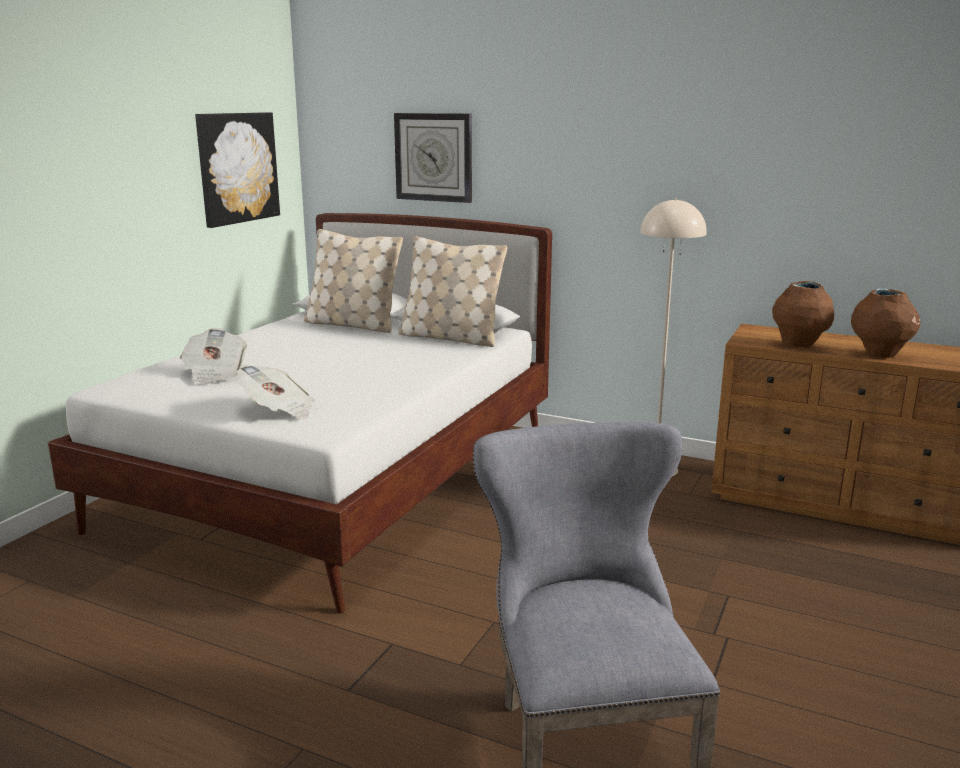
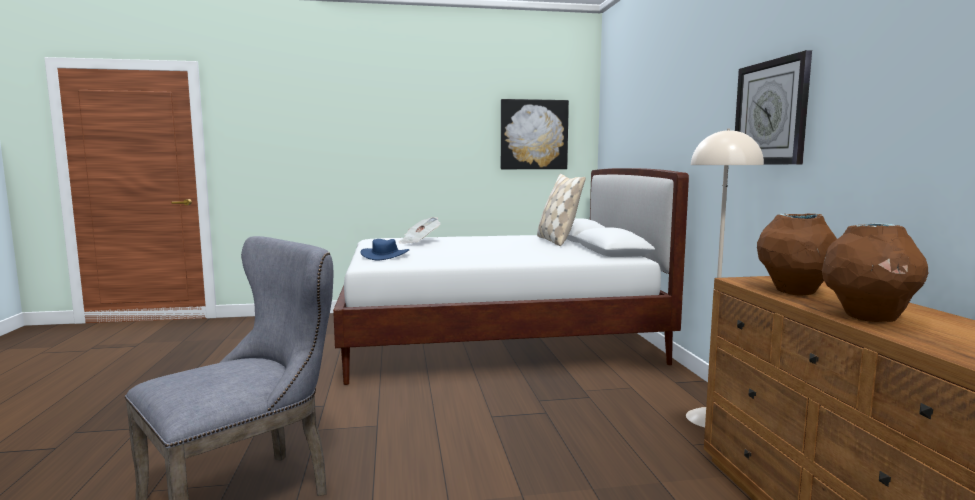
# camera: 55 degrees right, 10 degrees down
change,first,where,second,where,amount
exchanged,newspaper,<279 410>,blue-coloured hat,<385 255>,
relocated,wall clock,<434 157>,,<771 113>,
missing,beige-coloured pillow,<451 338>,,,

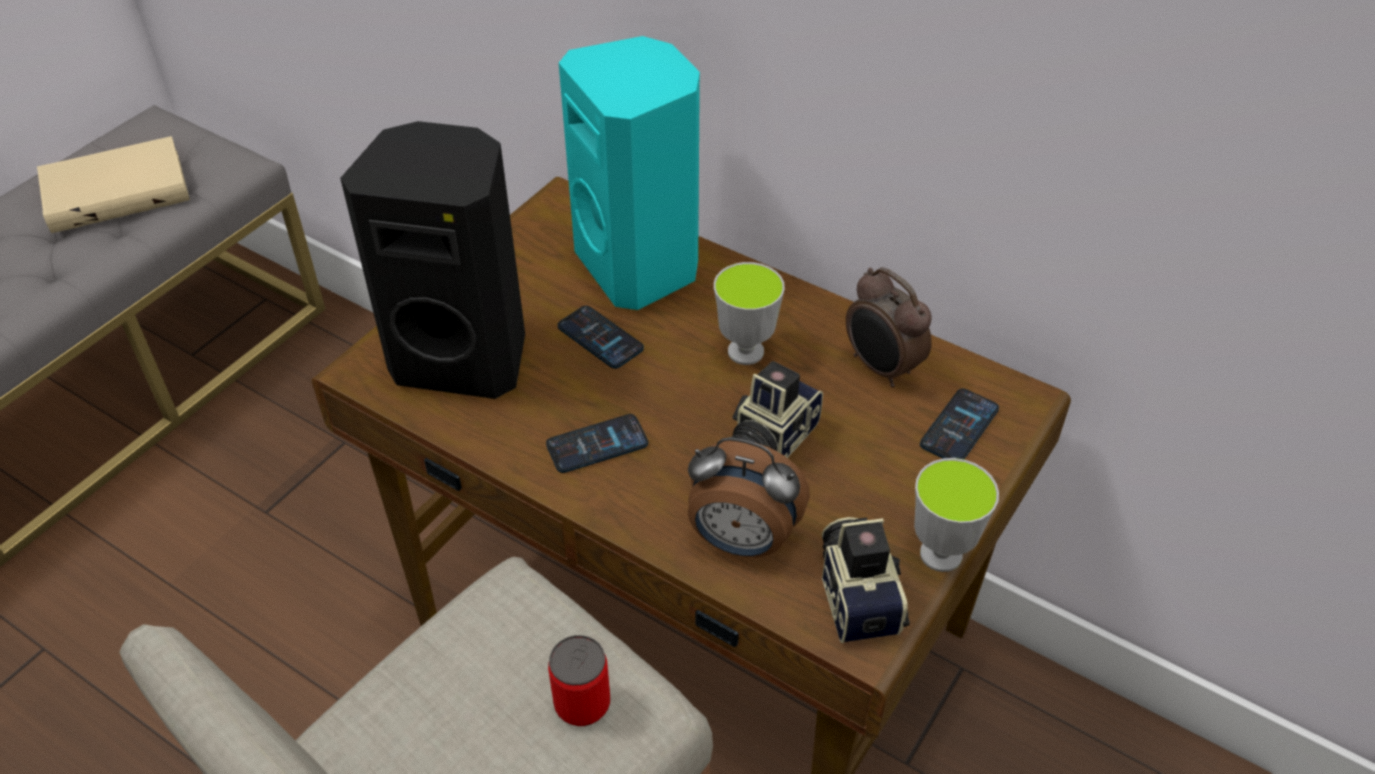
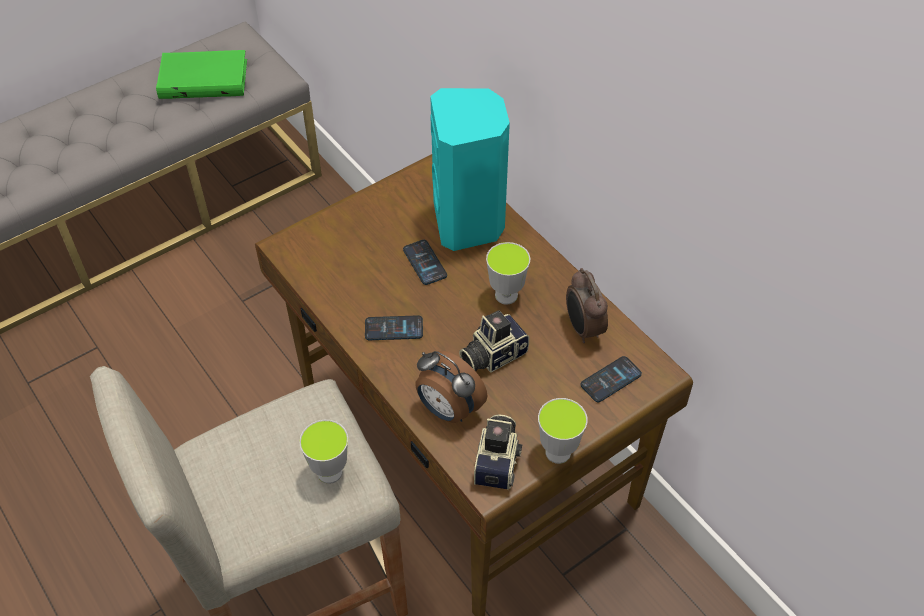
# camera: 20 degrees right, 5 degrees up
change,first,where,second,where,amount
colour,beige-coloured volume,<117 190>,green-coloured volume,<204 78>,
missing,black-coloured audio speaker,<464 357>,,,
exchanged,can,<582 703>,cup,<330 472>,

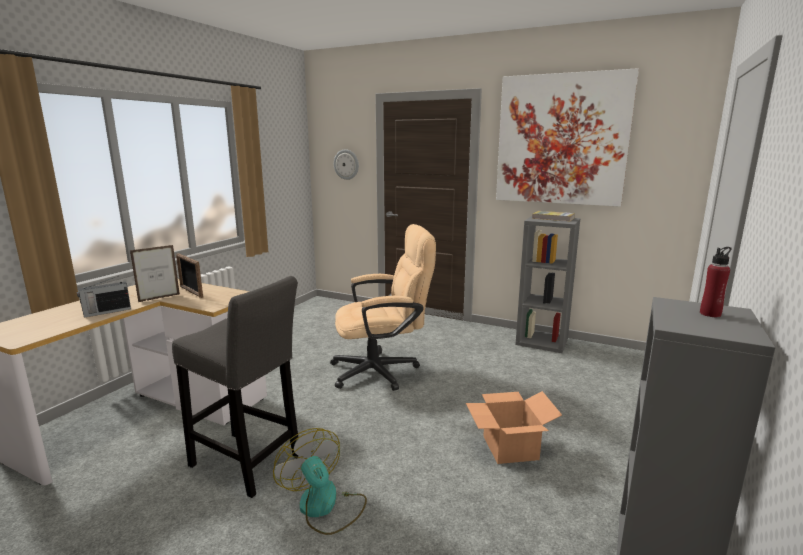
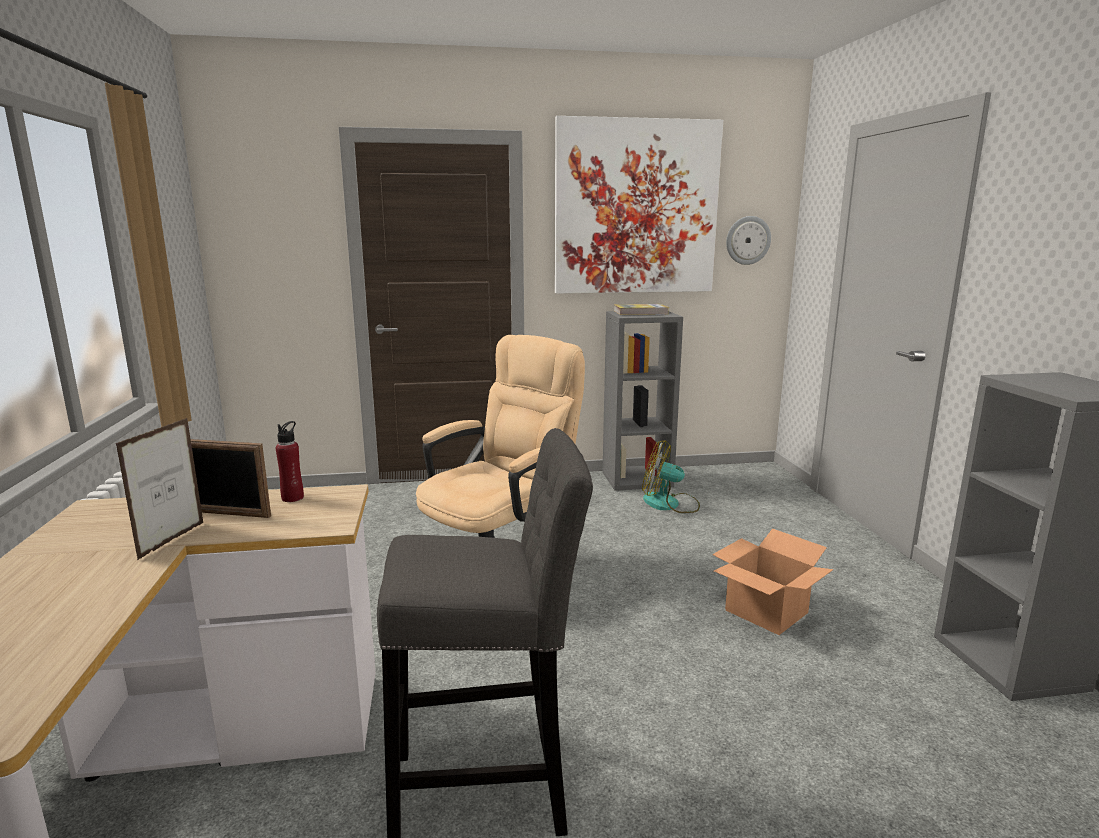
# camera: 35 degrees left, 0 degrees up
change,first,where,second,where,amount
missing,radio receiver,<106 312>,,,
relocated,fan,<324 507>,,<669 504>,
relocated,wall clock,<346 164>,,<747 240>,
relocated,red-coloured bottle,<710 314>,,<293 498>,

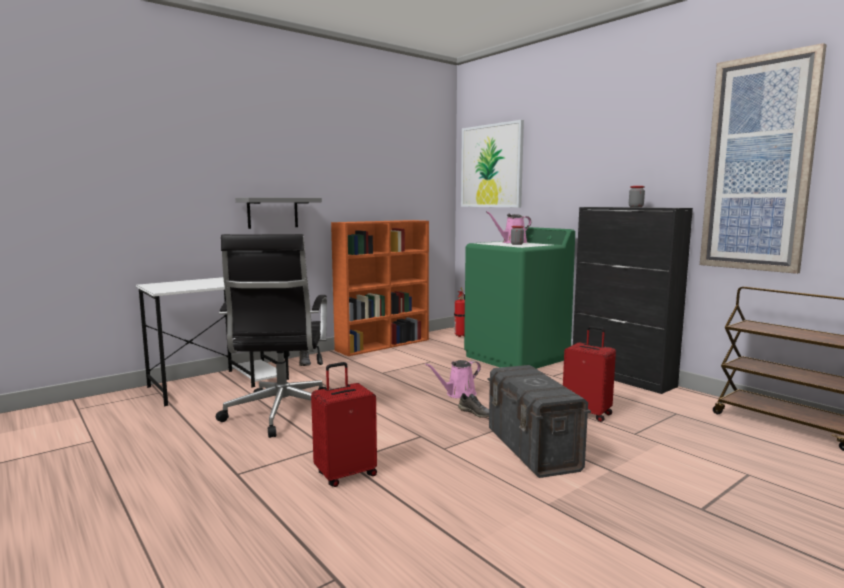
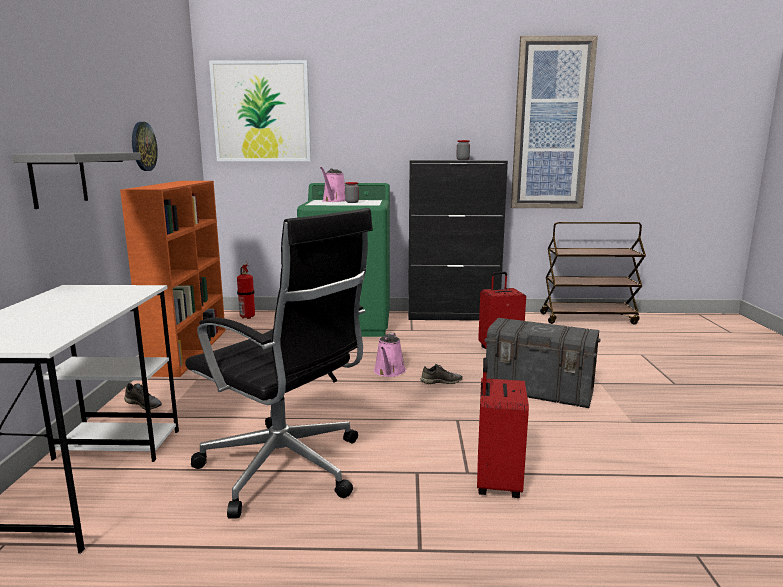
# camera: 50 degrees left, 5 degrees up
change,first,where,second,where,amount
appeared,,,wall clock,<143 146>,

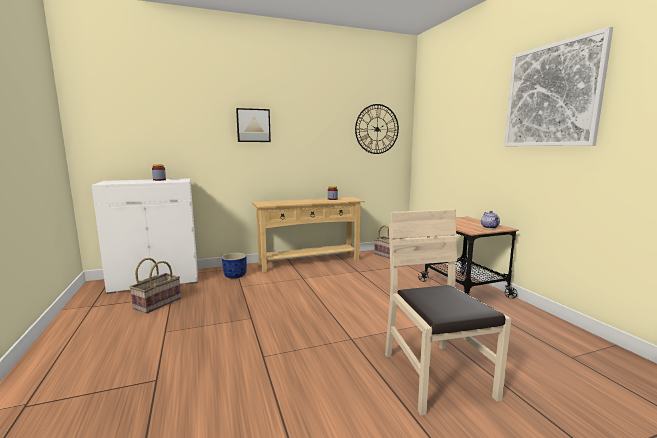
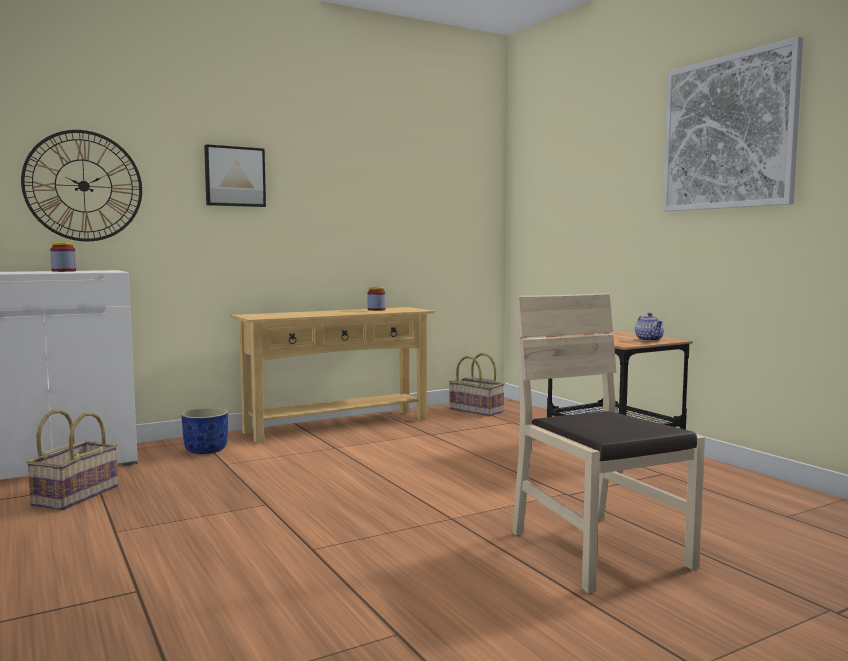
# camera: 10 degrees left, 5 degrees down
change,first,where,second,where,amount
relocated,wall clock,<377 129>,,<83 186>,

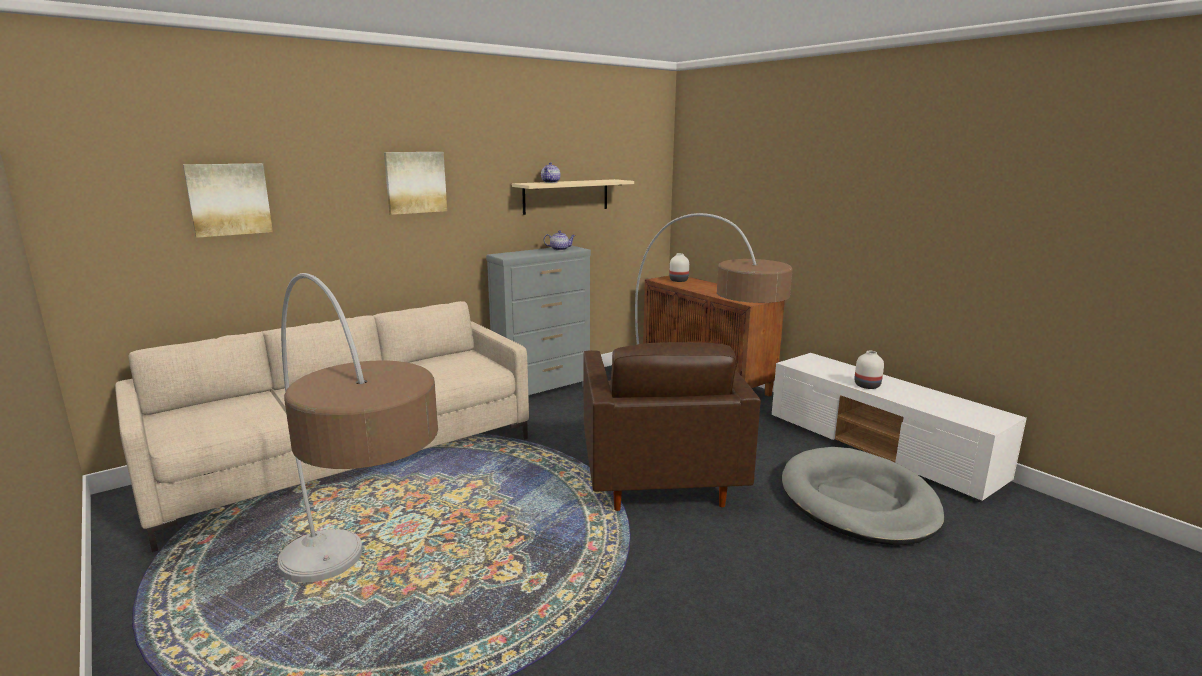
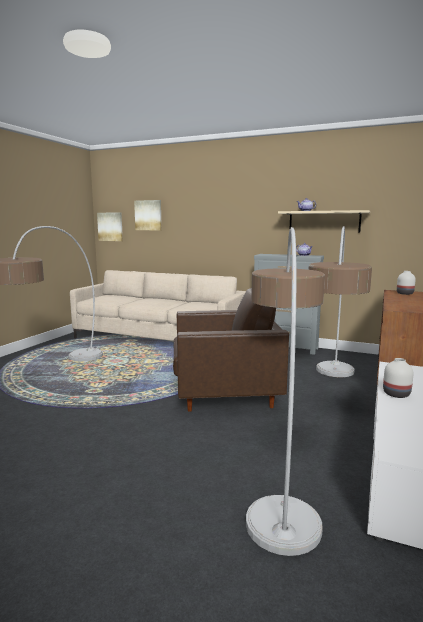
# camera: 60 degrees right, 5 degrees down
change,first,where,second,where,amount
relocated,picture,<415 182>,,<110 226>,
spun,brown-coloured lounge chair,<658 476>,,<225 394>,150 degrees counterclockwise
exchanged,gray pet bed,<858 501>,standing lamp,<281 466>,

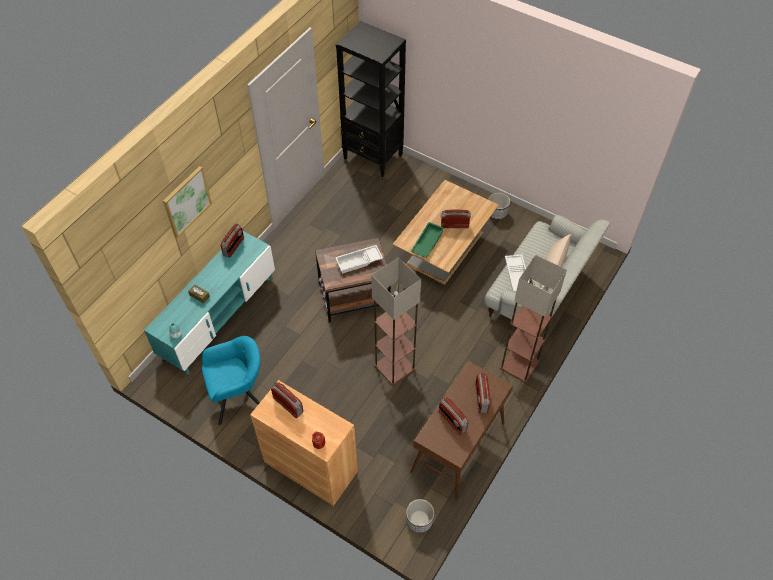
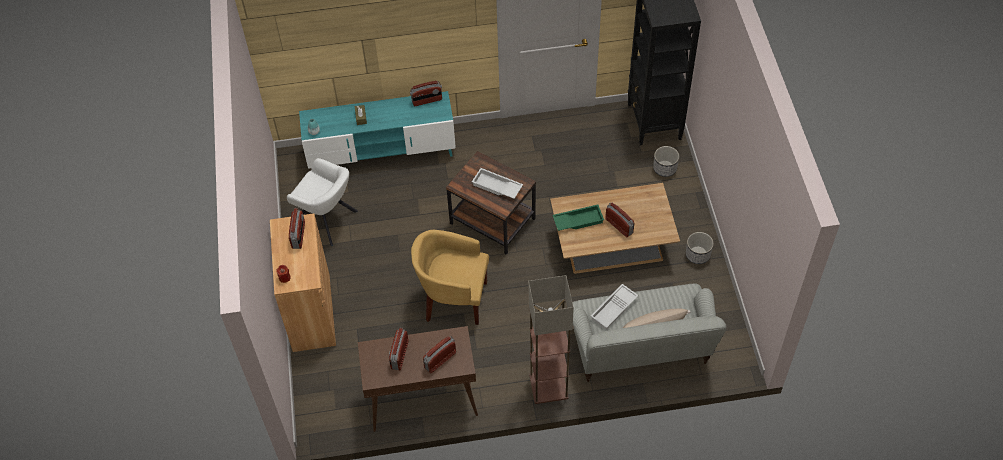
# camera: 50 degrees right, 0 degrees up
change,first,where,second,where,amount
missing,picture,<186 201>,,,
colour,turquoise lounge chair,<239 396>,white lounge chair,<327 220>,
exchanged,standing lamp,<394 367>,yellow lounge chair,<453 299>,
relocated,plant pot,<419 520>,,<665 168>,

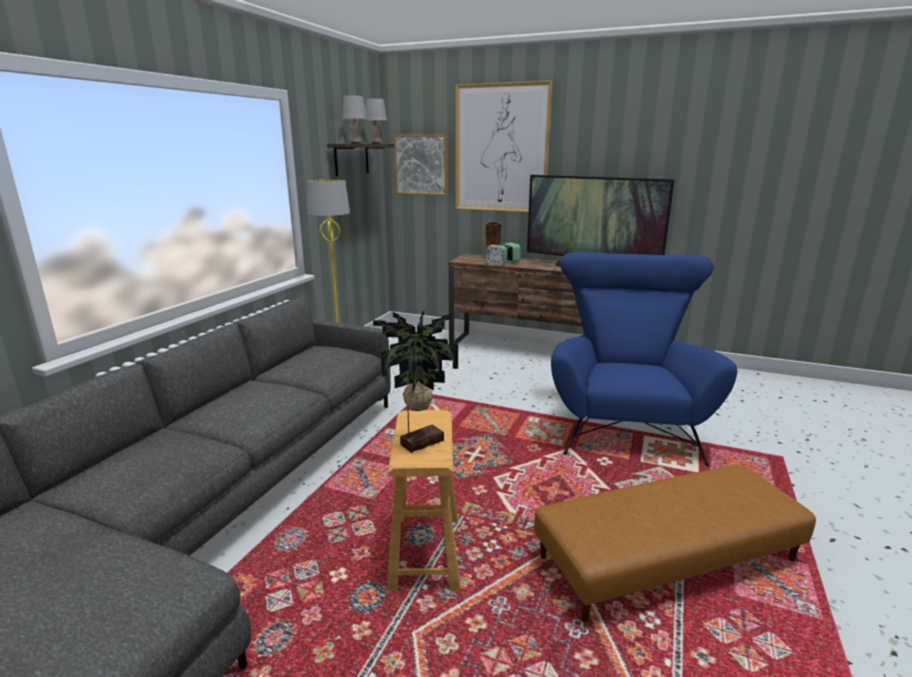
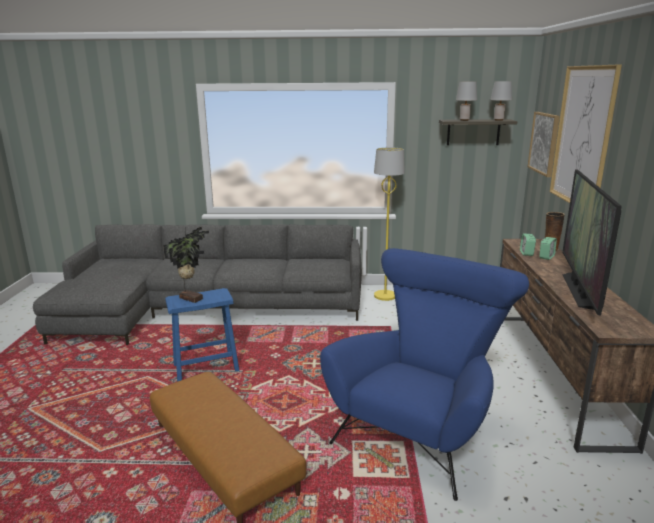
# camera: 70 degrees right, 0 degrees up
change,first,where,second,where,amount
colour,brown-coloured sitting stool,<424 552>,blue-coloured sitting stool,<206 367>,
spun,blue-coloured lounge chair,<623 424>,,<419 428>,45 degrees counterclockwise

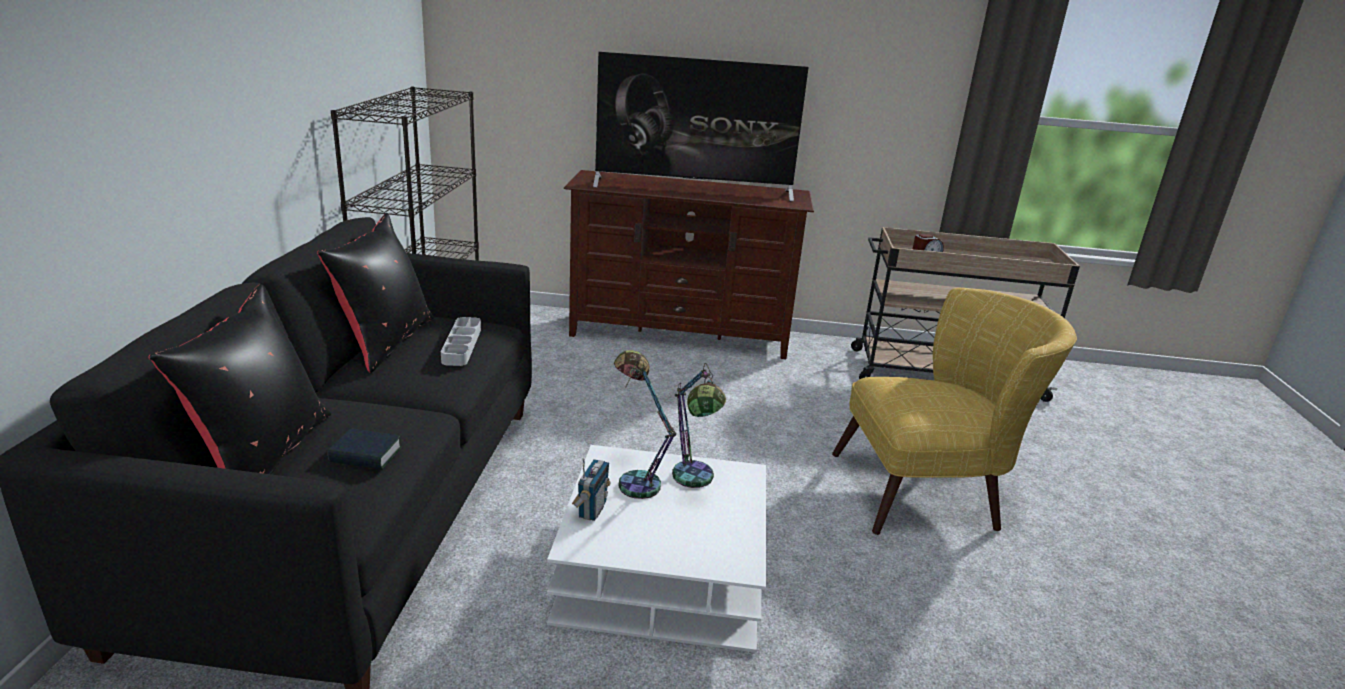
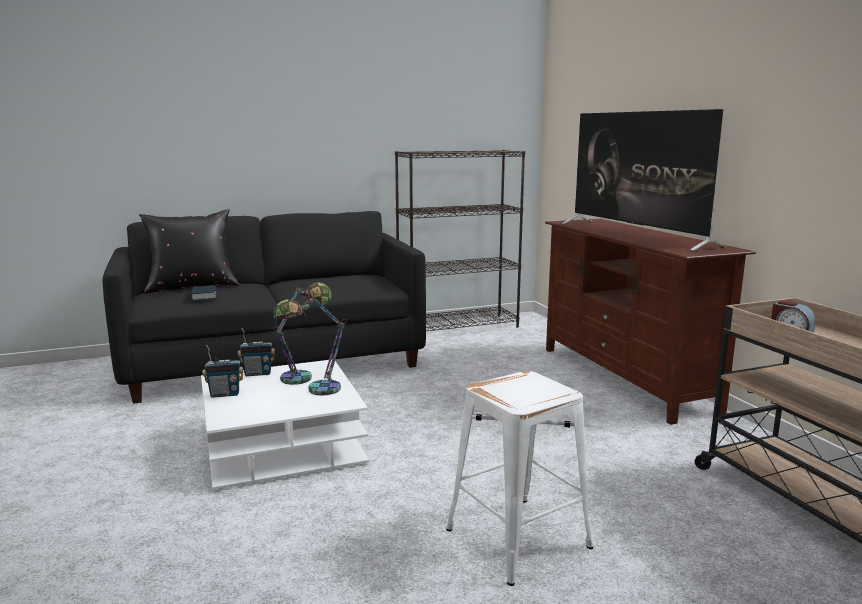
# camera: 65 degrees right, 10 degrees down
change,first,where,second,where,amount
missing,black-coloured pillow,<386 341>,,,
missing,gray carrying tray,<462 345>,,,
exchanged,yellow lounge chair,<931 492>,white sitting stool,<519 538>,
appeared,,,radio receiver,<225 394>,

